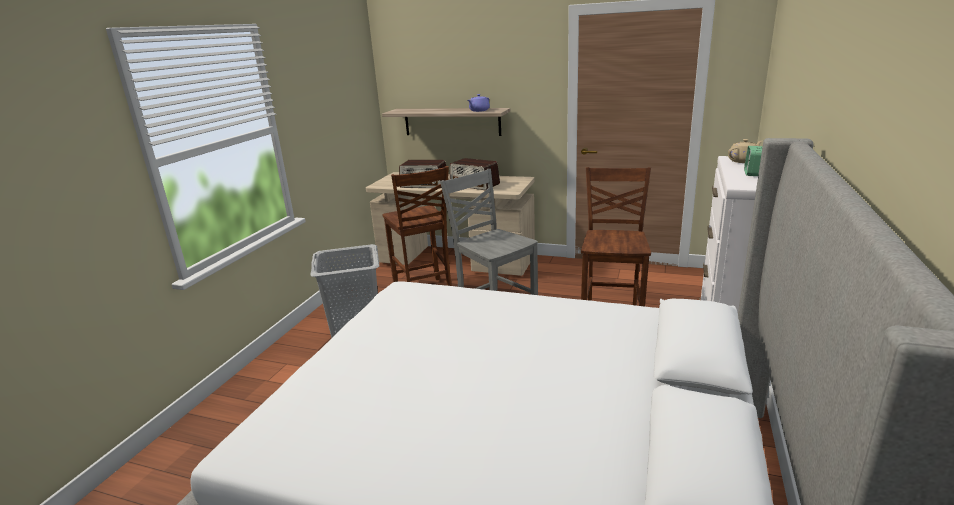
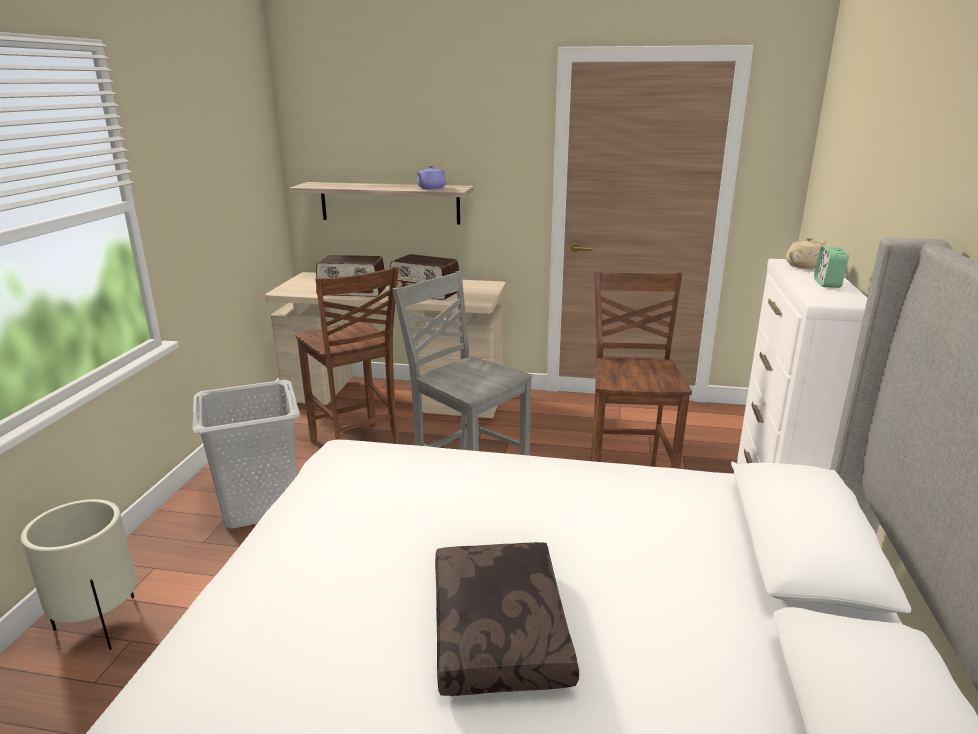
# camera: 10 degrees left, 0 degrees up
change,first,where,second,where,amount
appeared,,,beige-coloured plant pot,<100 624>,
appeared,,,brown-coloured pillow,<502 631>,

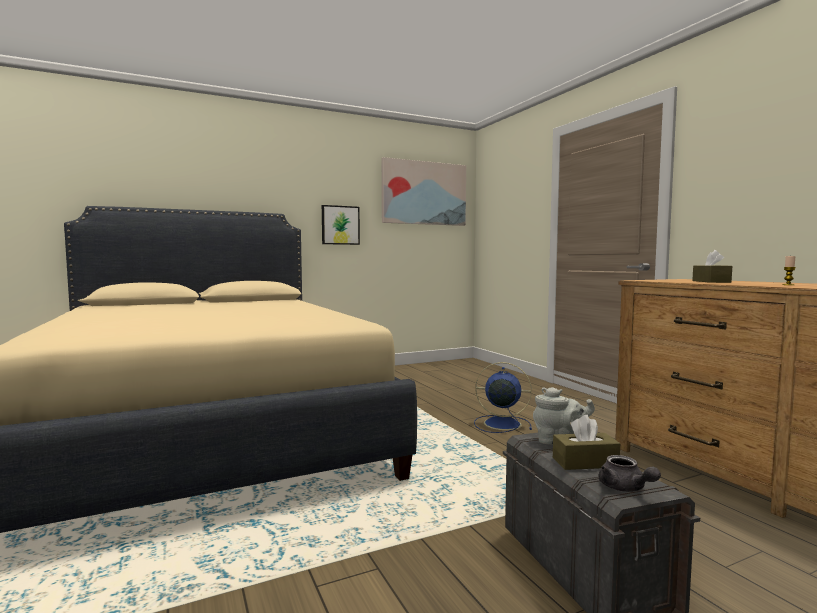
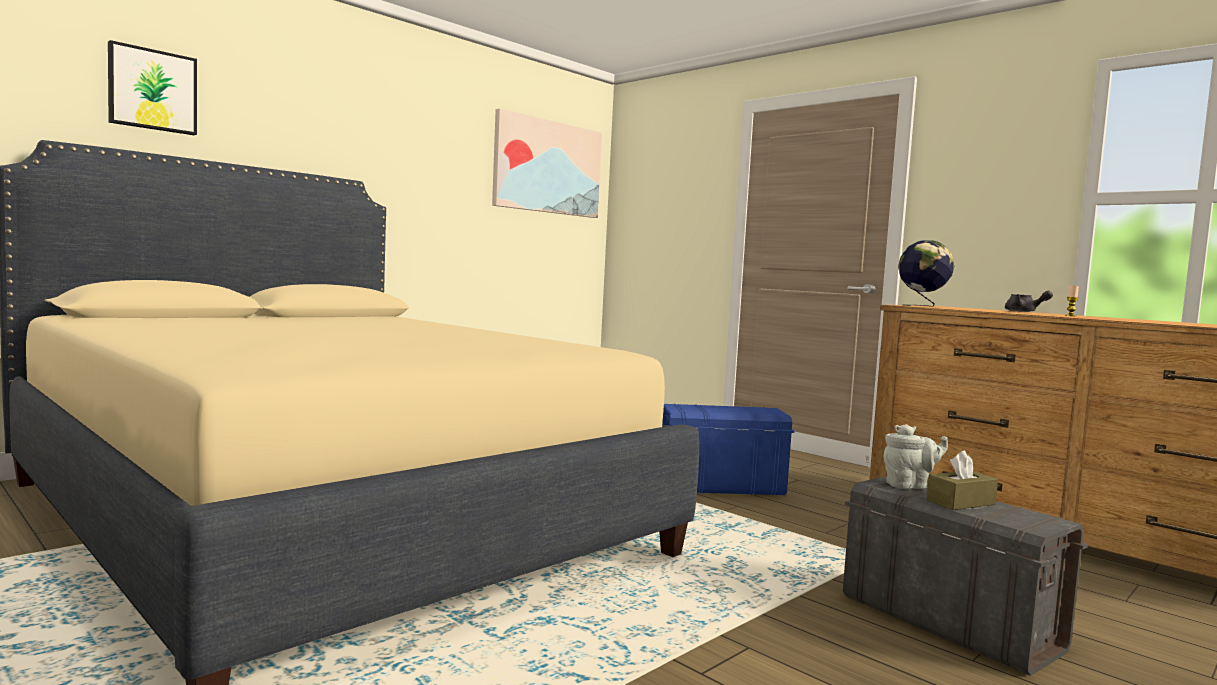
# camera: 20 degrees left, 0 degrees up
change,first,where,second,where,amount
relocated,picture,<340 225>,,<152 90>,
exchanged,blue-coloured fan,<500 424>,blue-coloured storage box,<719 486>,
relocated,gray pot for tea,<625 488>,,<1024 311>,
missing,brown-coloured tissue box,<711 281>,,,
appeared,,,world globe,<922 306>,

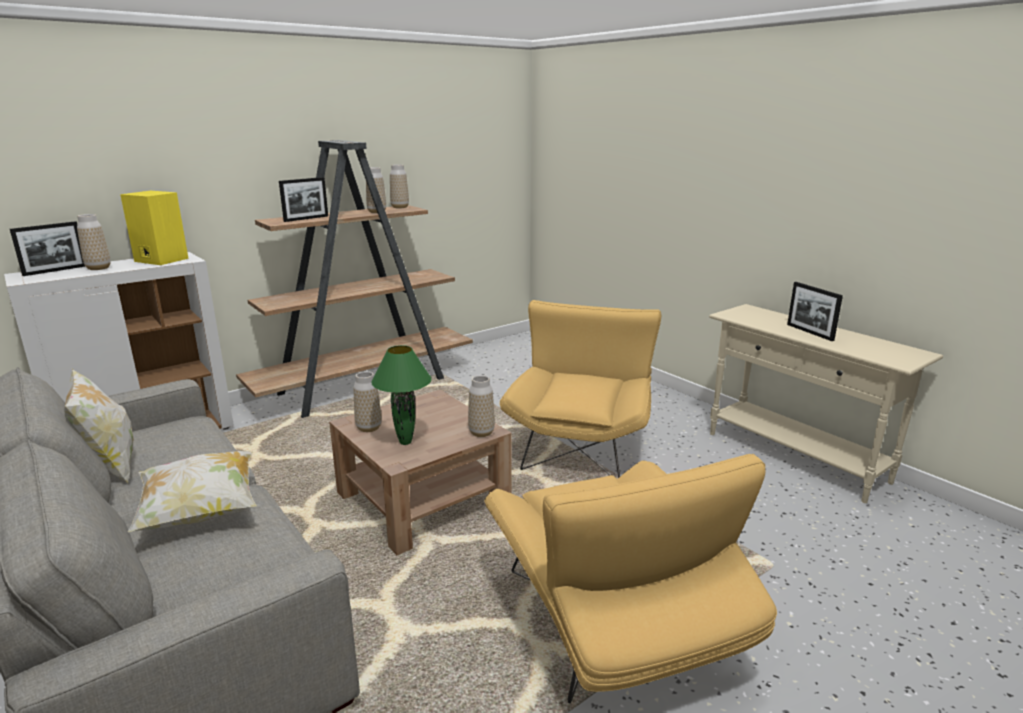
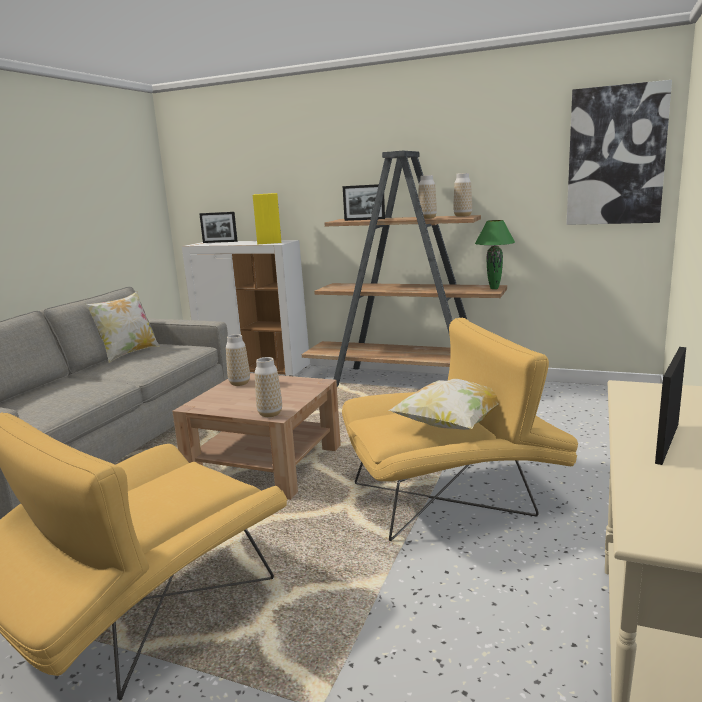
# camera: 60 degrees right, 5 degrees down
change,first,where,second,where,amount
missing,vase,<98 268>,,,
relocated,pillow,<200 512>,,<451 425>,
relocated,green-coloured lamp for a table,<406 442>,,<494 288>,
appeared,,,picture,<616 156>,

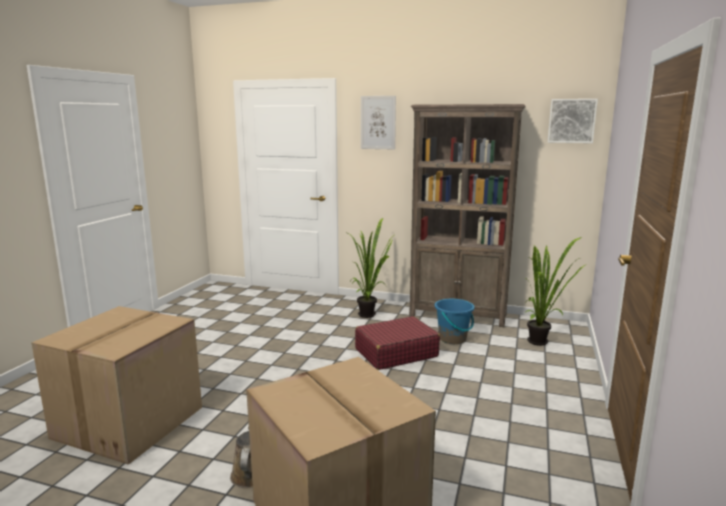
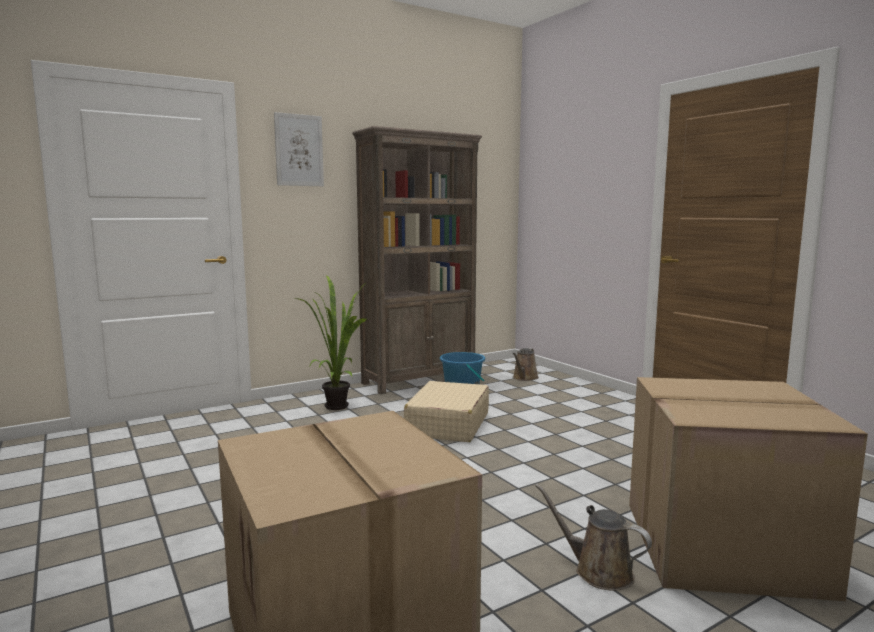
# camera: 50 degrees left, 5 degrees down
change,first,where,second,where,amount
colour,red-coloured suitcase,<395 353>,beige-coloured suitcase,<447 424>,
exchanged,houseplant,<542 342>,brown-coloured watering can,<524 378>,
missing,picture,<571 121>,,,

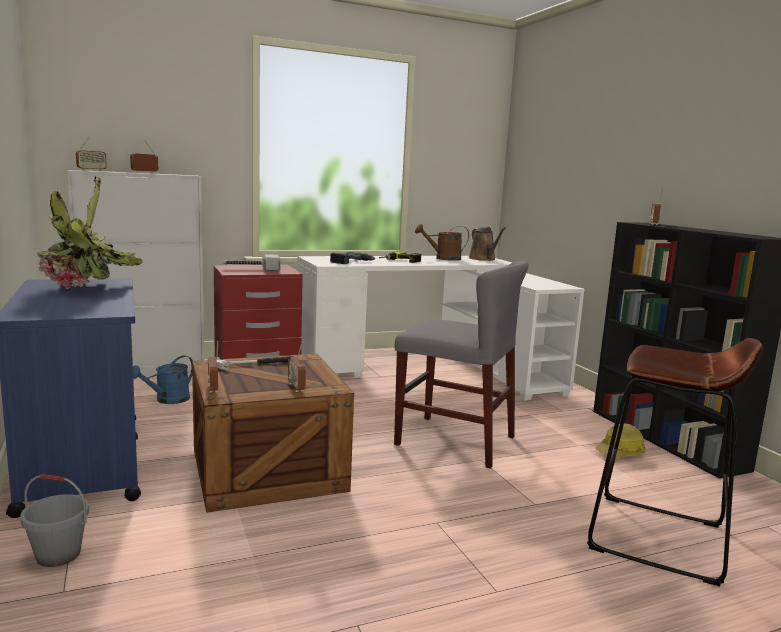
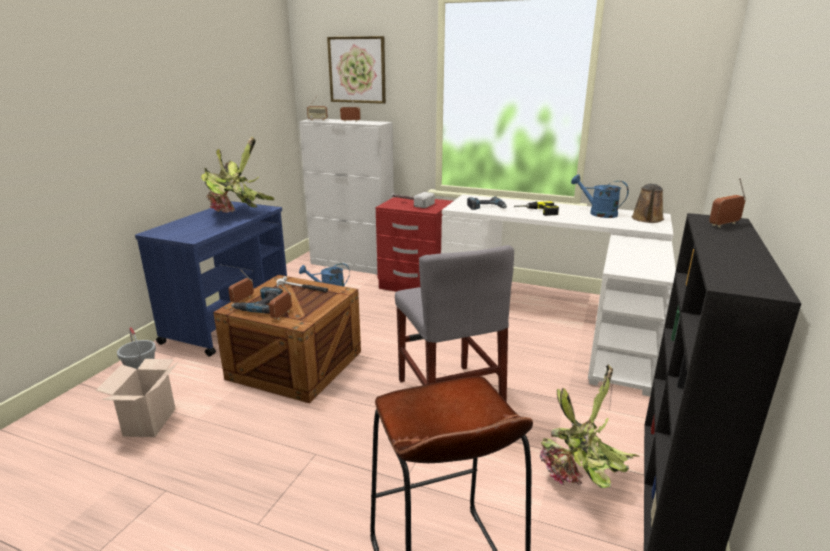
# camera: 45 degrees right, 10 degrees up
change,first,where,second,where,amount
colour,brown-coloured watering can,<443 258>,blue-coloured watering can,<598 213>,
exchanged,safety helmet,<620 452>,houseplant,<581 479>,
appeared,,,packing box,<149 421>,
appeared,,,drill,<259 305>,
appeared,,,picture,<357 70>,

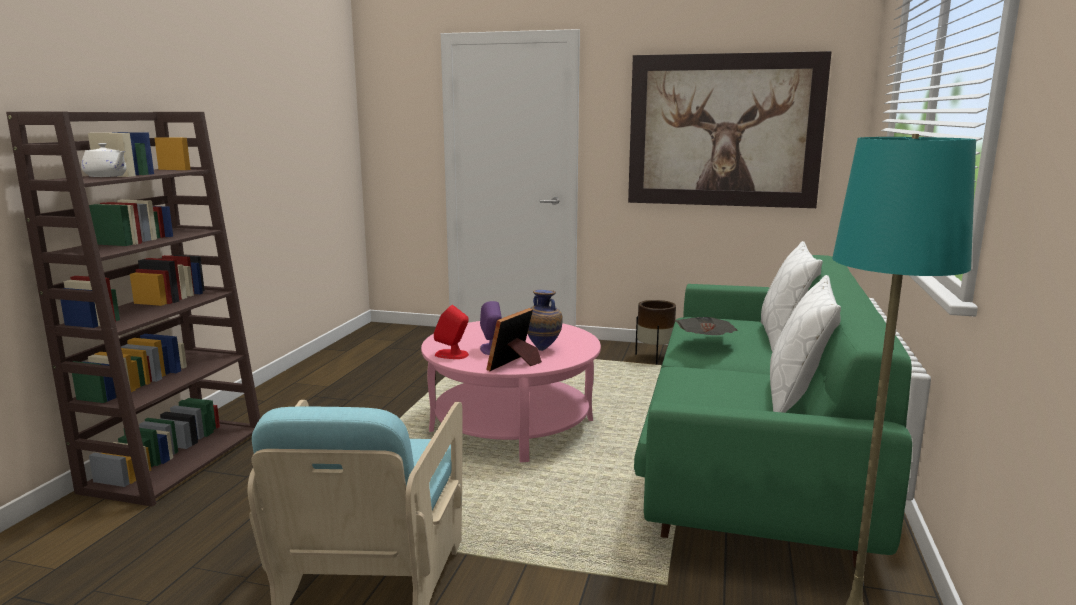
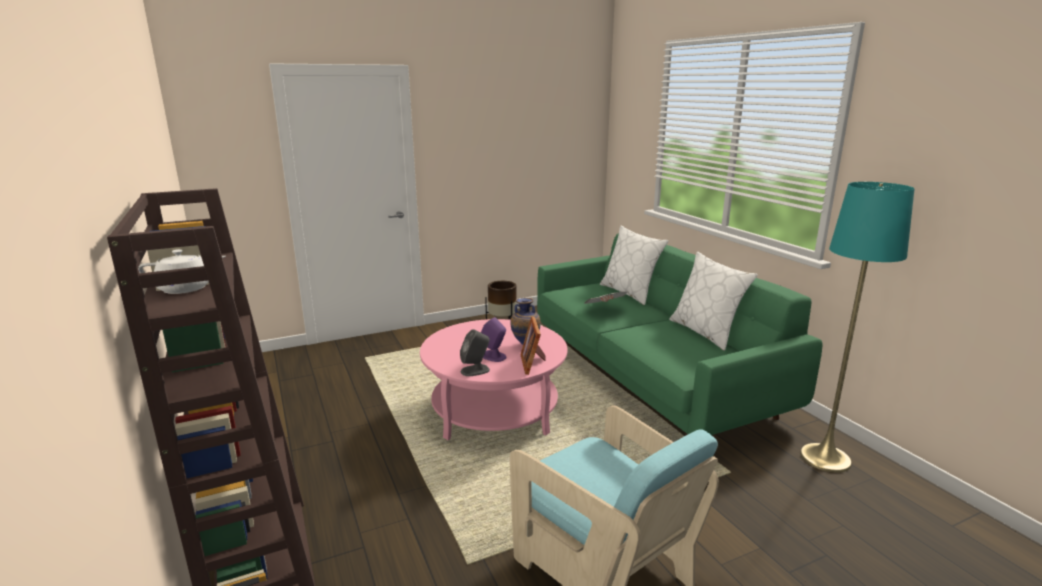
# camera: 40 degrees left, 5 degrees up
change,first,where,second,where,amount
colour,red-coloured audio speaker,<452 355>,gray audio speaker,<475 370>,
missing,picture,<724 131>,,,

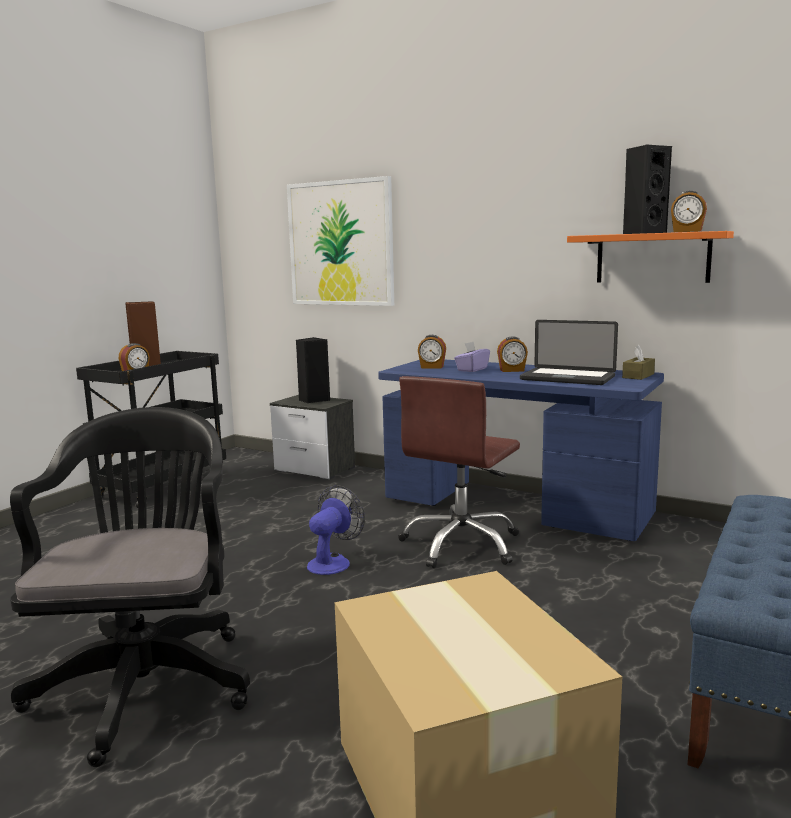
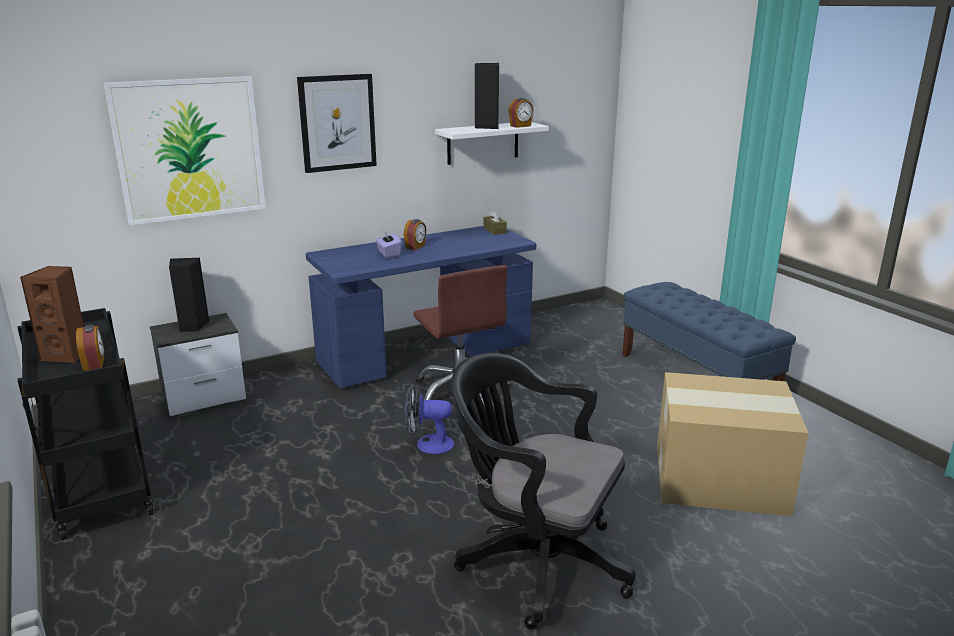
# camera: 60 degrees left, 10 degrees up
change,first,where,second,where,amount
spun,fan,<333 562>,,<428 444>,60 degrees counterclockwise
missing,alarm clock,<432 367>,,,
missing,portable computer,<567 378>,,,
colour,orangey wall shelf,<652 258>,white wall shelf,<483 143>,
appeared,,,picture,<337 123>,

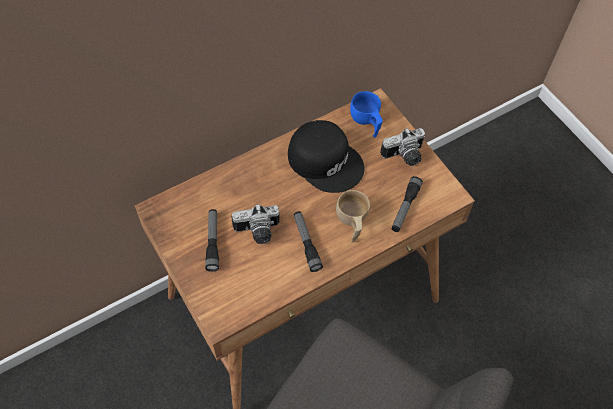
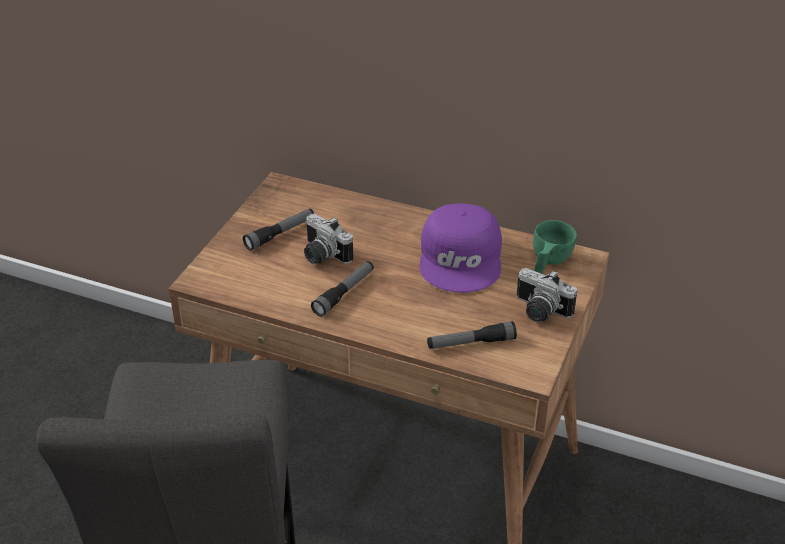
# camera: 55 degrees right, 20 degrees down
change,first,where,second,where,amount
colour,black-coloured baseball cap,<326 160>,purple-coloured baseball cap,<462 258>,
missing,beige-coloured cup,<351 223>,,,
colour,blue-coloured cup,<366 122>,green-coloured cup,<547 263>,

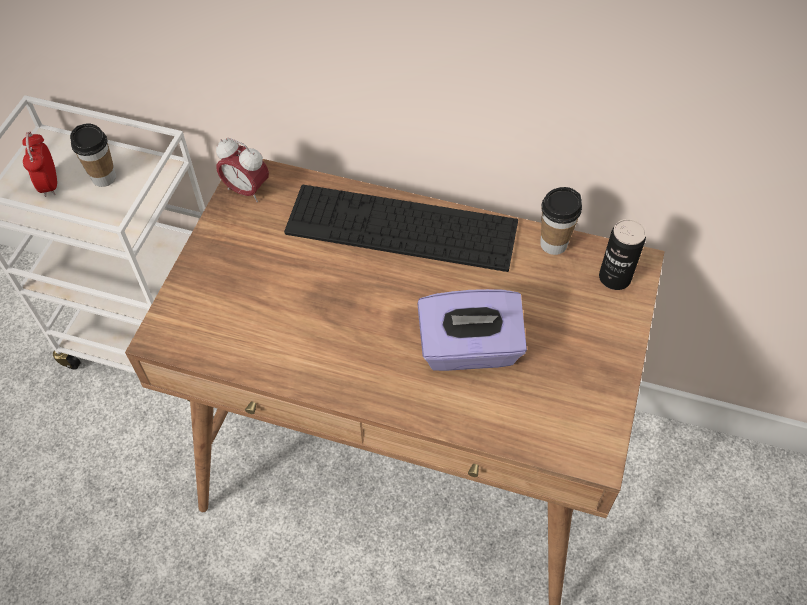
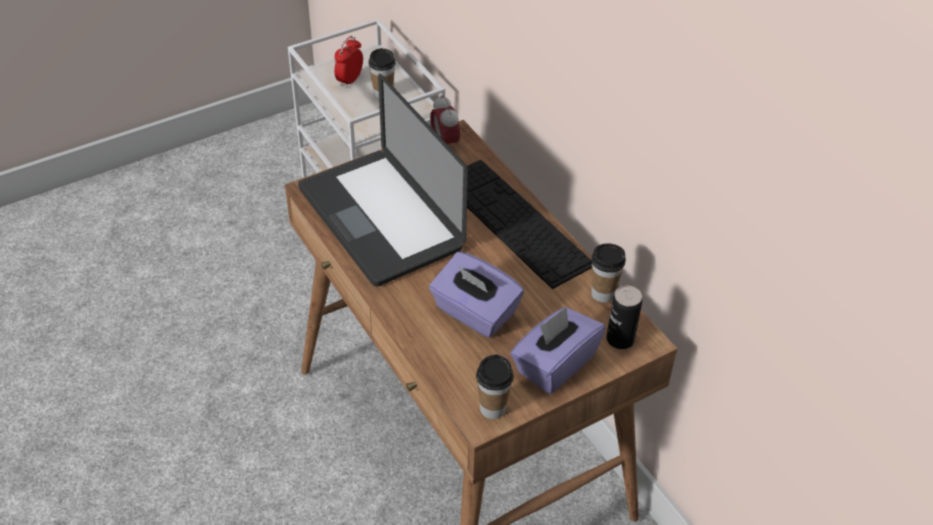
# camera: 40 degrees right, 10 degrees down
change,first,where,second,where,amount
appeared,,,portable computer,<380 218>,
appeared,,,cup,<492 408>,
appeared,,,purple-coloured tissue box,<554 364>,

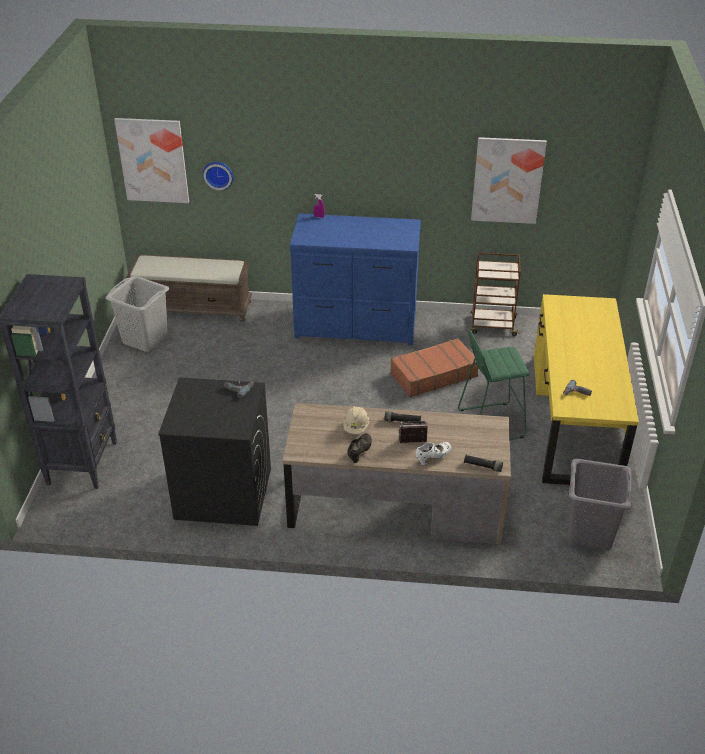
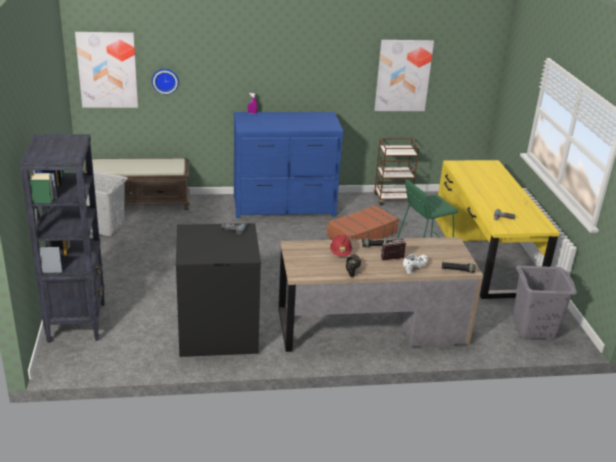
# camera: 15 degrees left, 10 degrees down
change,first,where,second,where,amount
colour,beige-coloured safety helmet,<356 427>,red-coloured safety helmet,<340 253>,

